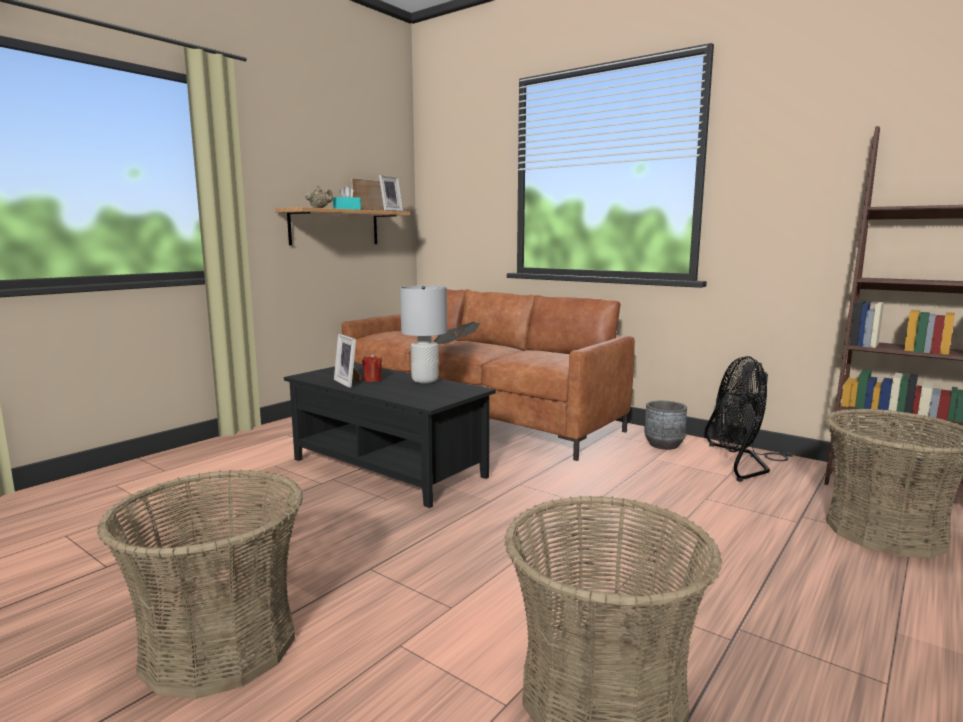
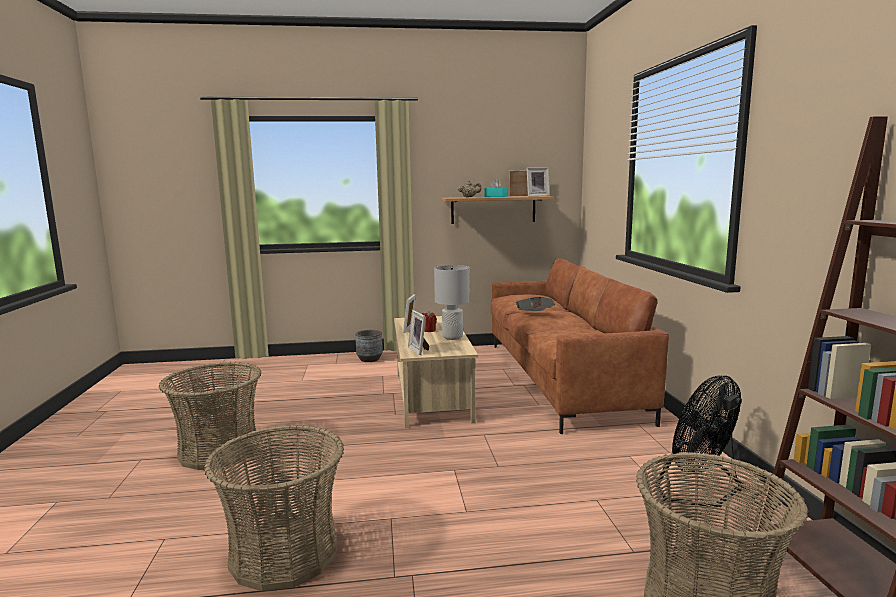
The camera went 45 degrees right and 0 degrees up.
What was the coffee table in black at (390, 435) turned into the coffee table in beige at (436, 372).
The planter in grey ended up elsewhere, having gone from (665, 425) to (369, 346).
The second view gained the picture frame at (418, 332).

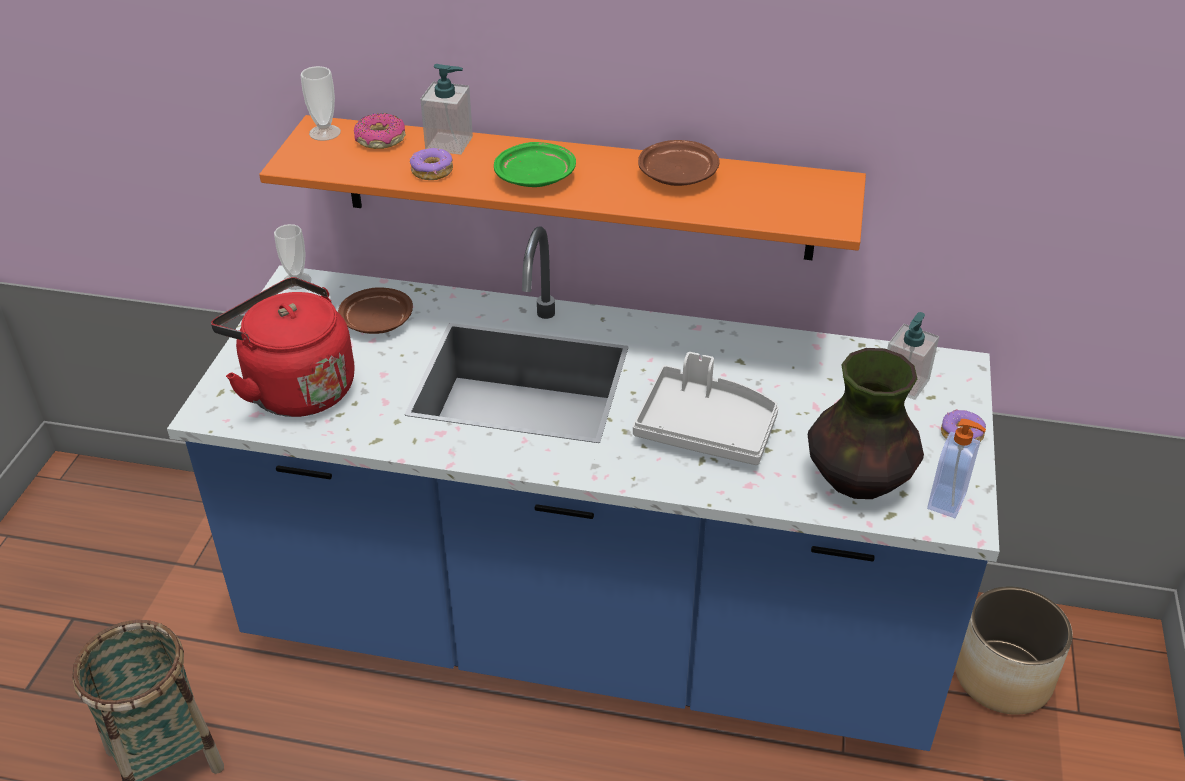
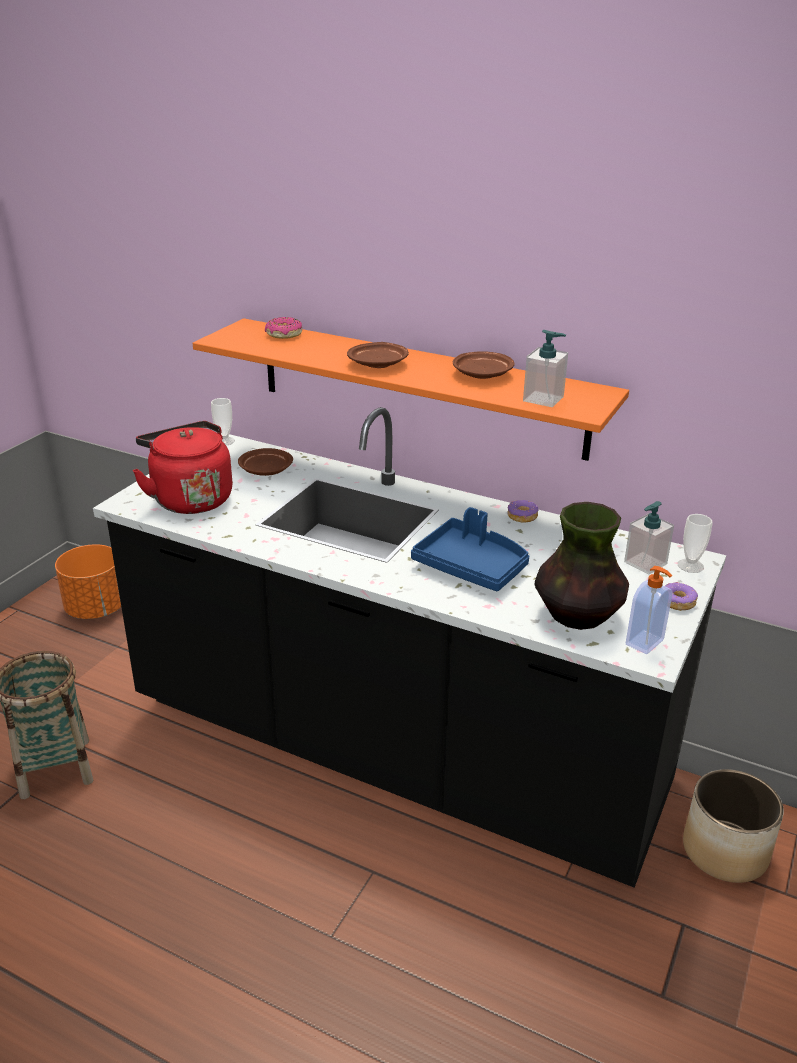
The camera went 15 degrees right and 10 degrees down.
The soap dispenser ended up elsewhere, having gone from (446, 109) to (545, 368).
The cup ended up elsewhere, having gone from (320, 103) to (695, 543).
What was the plate in green at (535, 164) turned into the plate in brown at (378, 355).
The donut ended up elsewhere, having gone from (431, 164) to (523, 511).
What was the counter in blue at (583, 488) turned into the counter in black at (409, 647).
What was the tray in grey at (706, 408) turned into the tray in blue at (470, 549).
The second view gained the planter in orange at (88, 581).

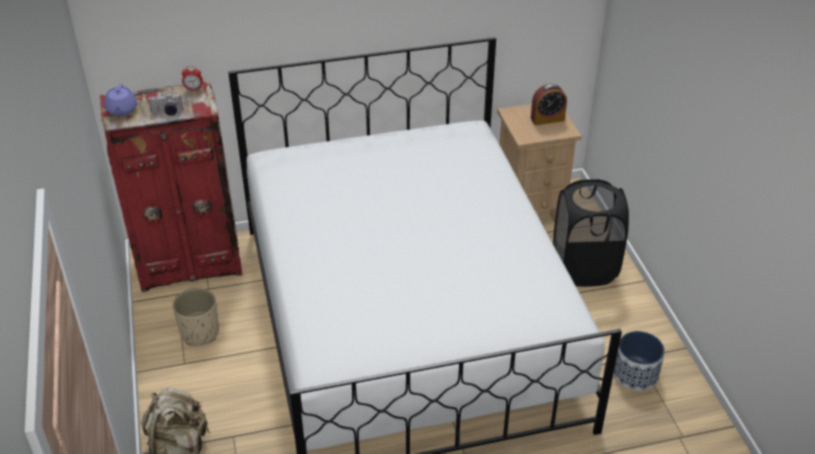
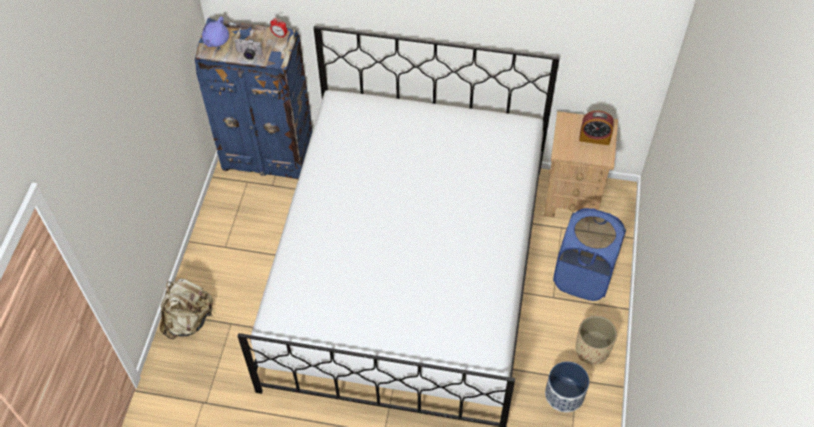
The camera went 25 degrees right and 15 degrees up.
What was the cabinet in red at (171, 186) turned into the cabinet in blue at (254, 99).
What was the laundry basket in black at (591, 233) turned into the laundry basket in blue at (589, 254).
The planter in beige ended up elsewhere, having gone from (196, 317) to (596, 339).

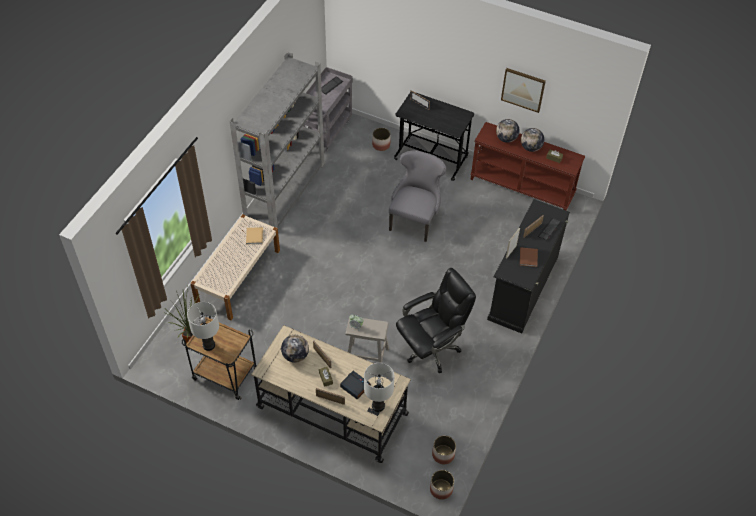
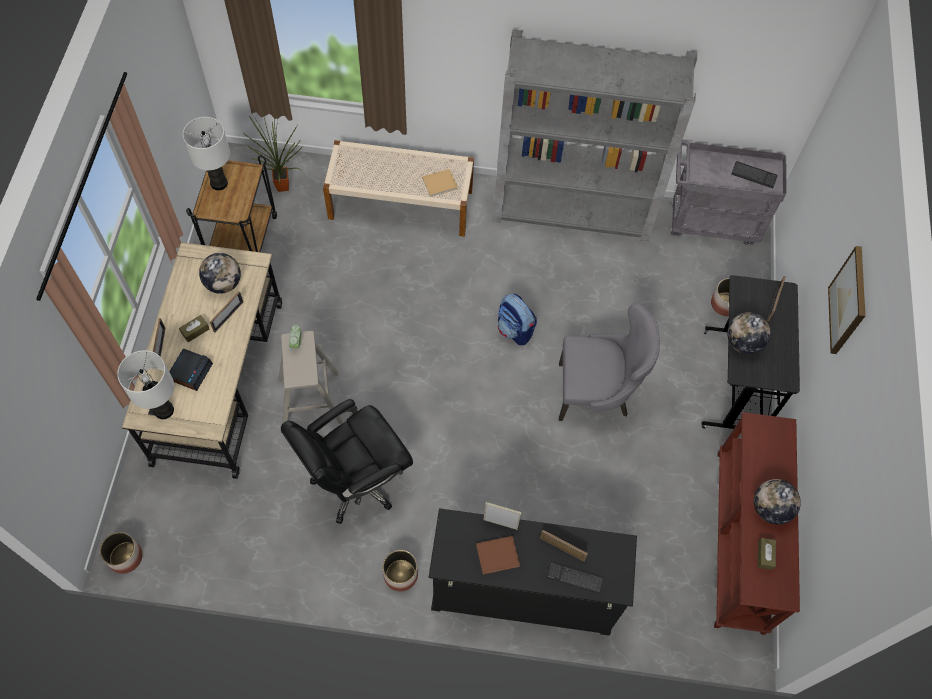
The camera went 70 degrees right and 10 degrees up.
The picture ended up elsewhere, having gone from (523, 90) to (847, 300).
The globe ended up elsewhere, having gone from (508, 131) to (749, 333).
The office chair in black at (436, 320) ended up facing another way, 105 degrees clockwise from before.
The planter ended up elsewhere, having gone from (444, 449) to (400, 570).
The second view gained the backpack at (517, 319).

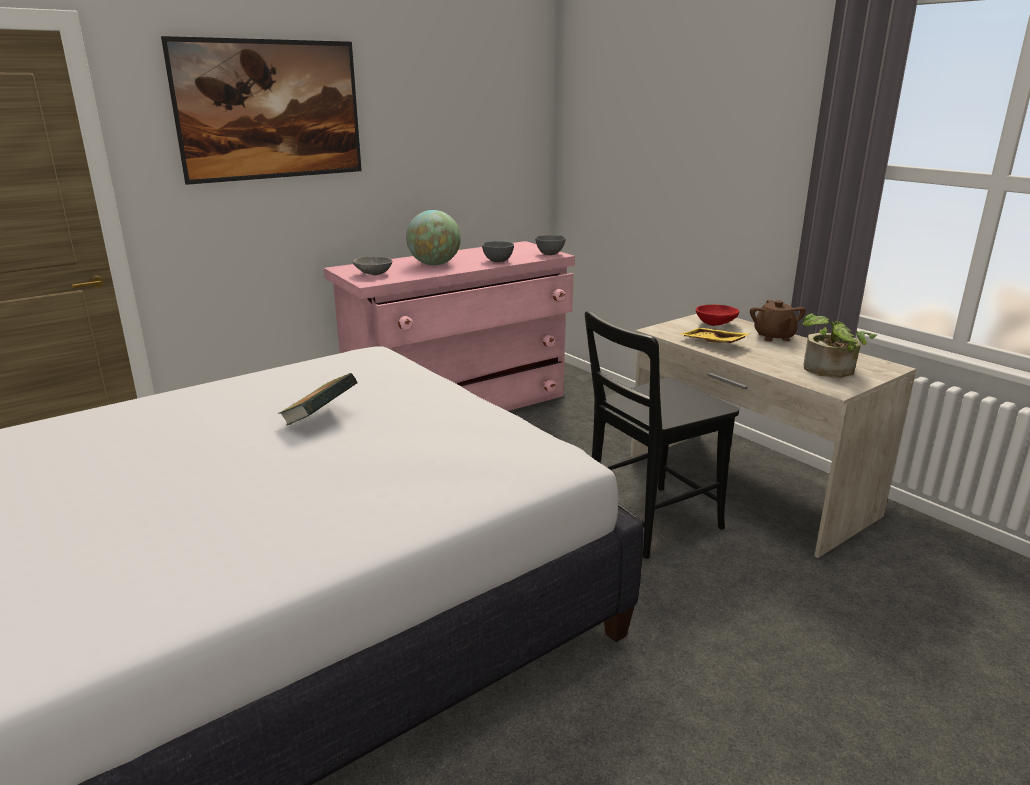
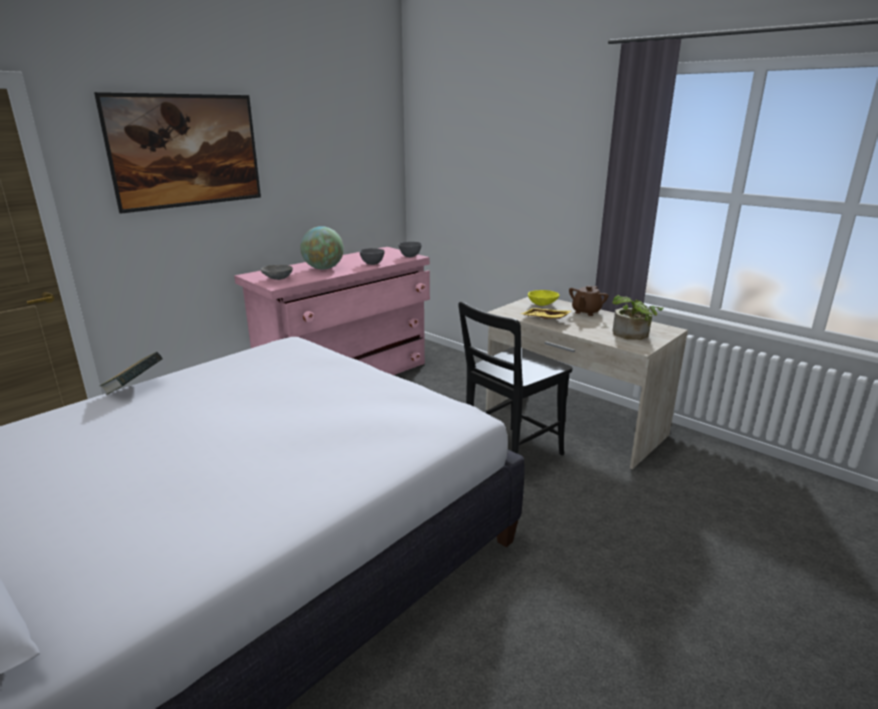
The camera went 10 degrees left and 0 degrees up.
The teapot in brown at (778, 320) ended up facing another way, 45 degrees clockwise from before.
What was the bowl in red at (717, 315) turned into the bowl in yellow at (543, 298).
The book ended up elsewhere, having gone from (318, 399) to (131, 373).

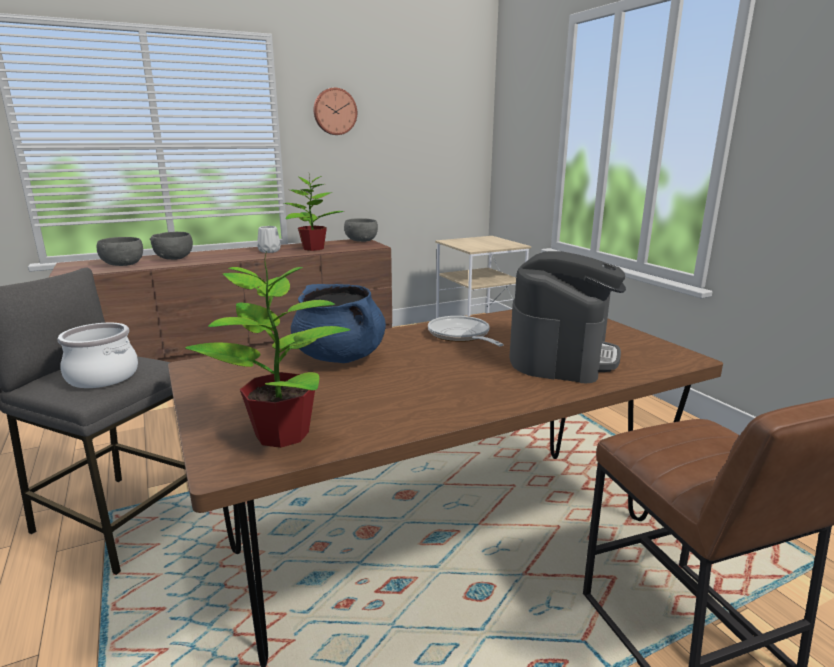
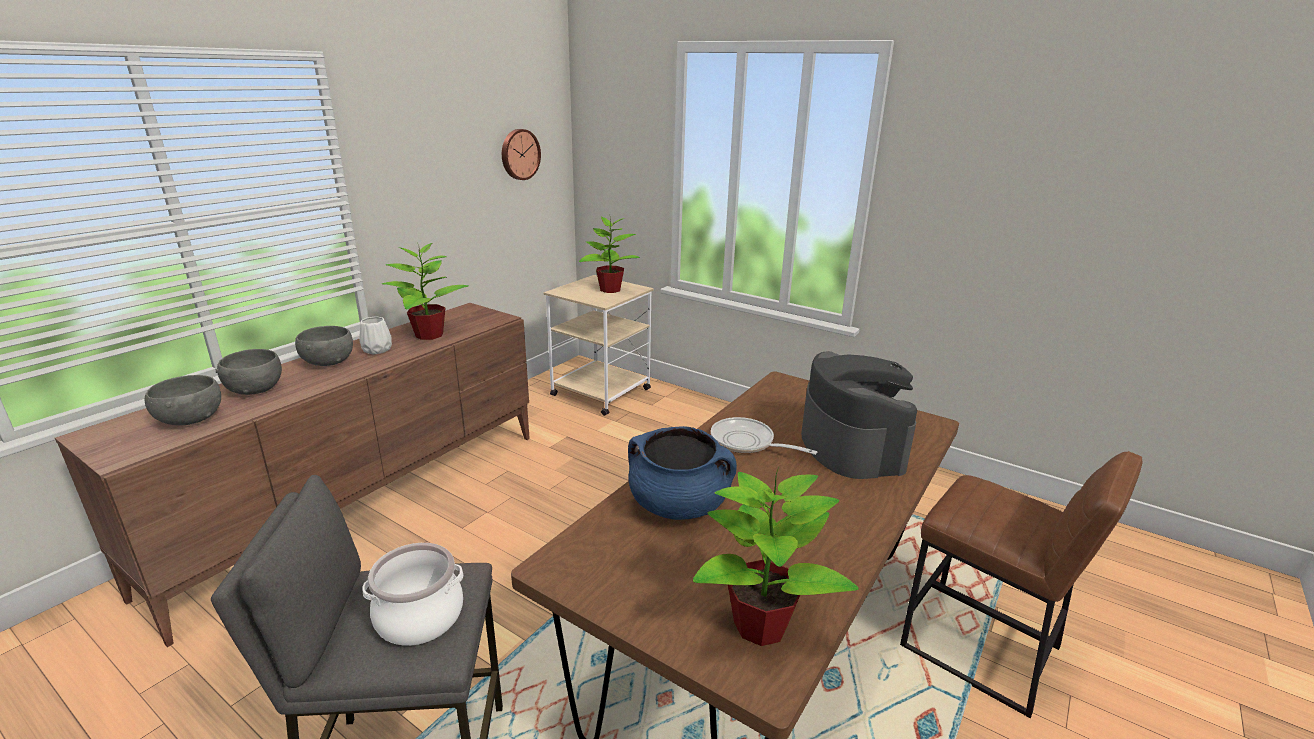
The camera went 30 degrees left and 5 degrees up.
The wall clock ended up elsewhere, having gone from (335, 111) to (521, 154).
The bowl in grey ended up elsewhere, having gone from (361, 230) to (324, 346).
The second view gained the potted plant at (609, 253).

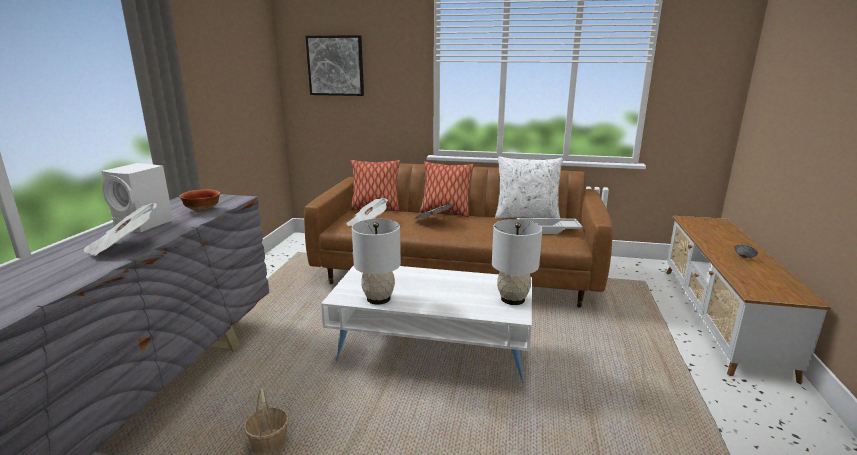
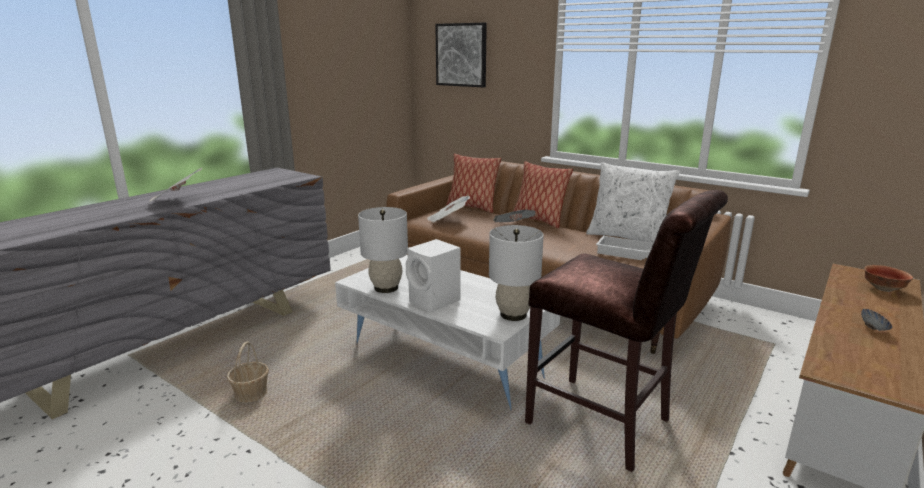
The camera went 25 degrees right and 0 degrees up.
The speaker in white ended up elsewhere, having gone from (137, 197) to (433, 275).
The bowl ended up elsewhere, having gone from (199, 200) to (888, 278).
The second view gained the stool in brown at (626, 331).

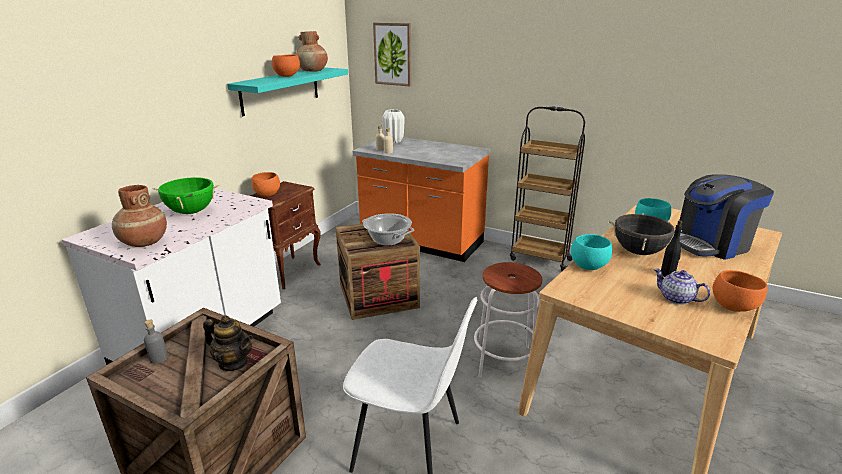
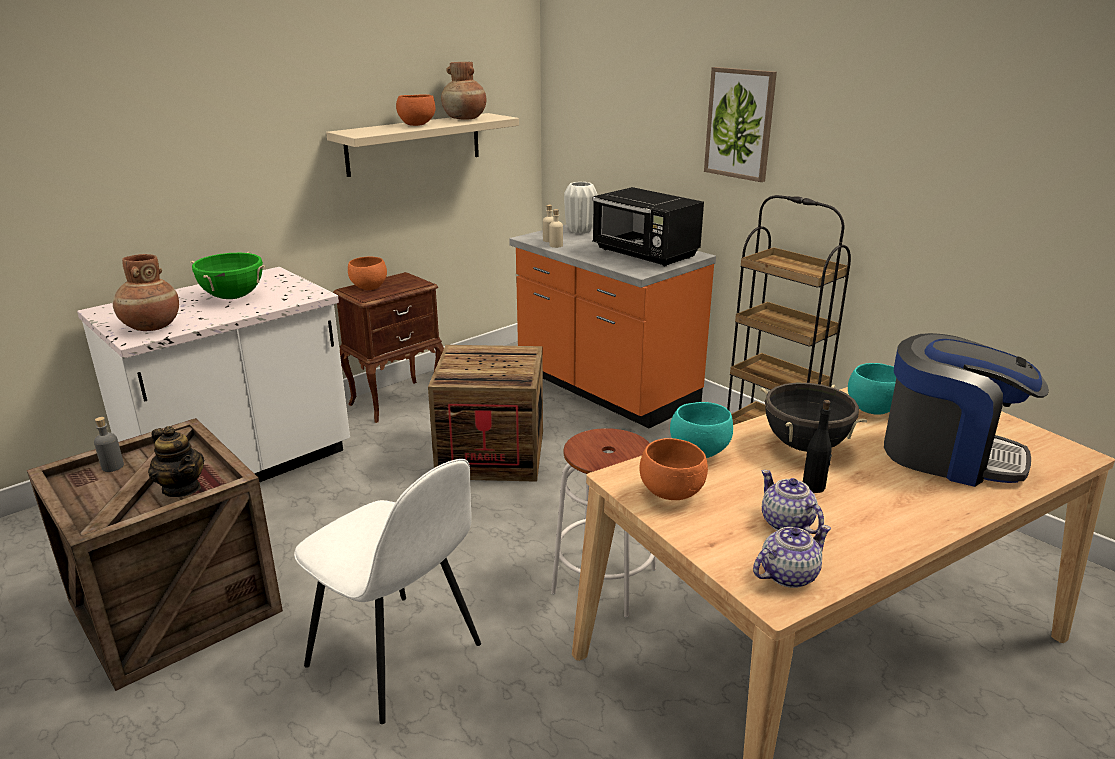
The camera went 20 degrees right and 0 degrees up.
The picture ended up elsewhere, having gone from (392, 54) to (740, 124).
What was the shelf in turquoise at (287, 91) turned into the shelf in beige at (422, 145).
The coffee machine at (723, 217) ended up facing another way, 150 degrees counterclockwise from before.
The second view lost the cooking pot at (388, 229).
The bowl in orange ended up elsewhere, having gone from (739, 291) to (673, 469).
The second view gained the microwave in black at (648, 226).
The second view gained the teapot at (792, 556).

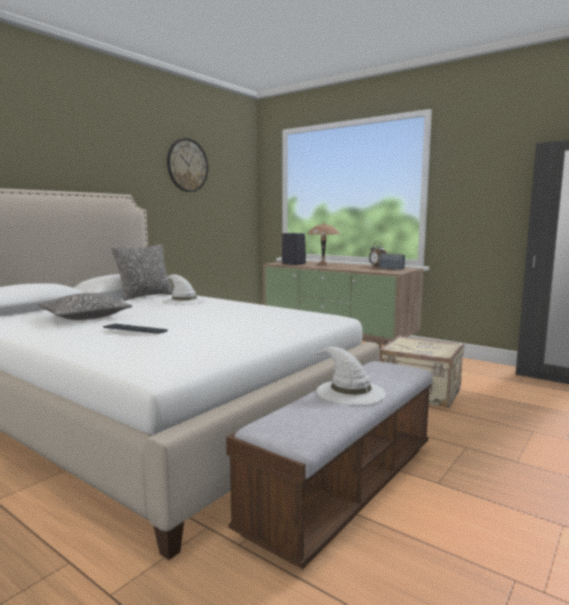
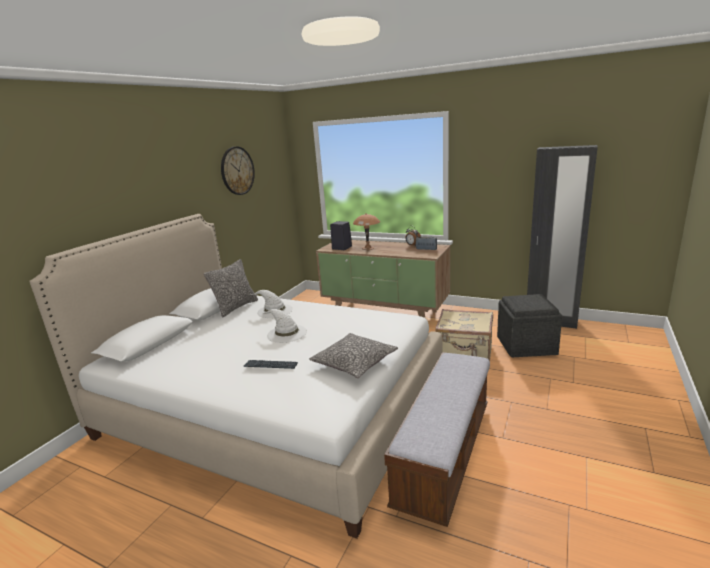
The camera went 10 degrees left and 10 degrees up.
The pillow ended up elsewhere, having gone from (85, 306) to (353, 355).
The hat in white ended up elsewhere, having gone from (348, 376) to (284, 326).
The second view gained the ottoman in grey at (529, 325).

